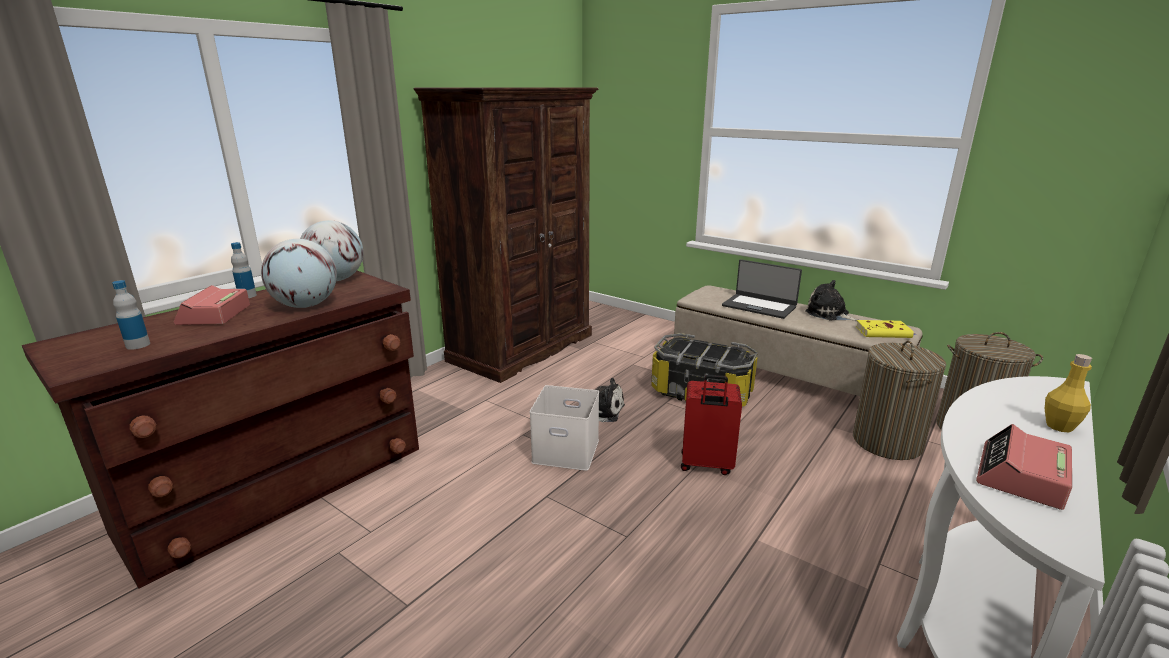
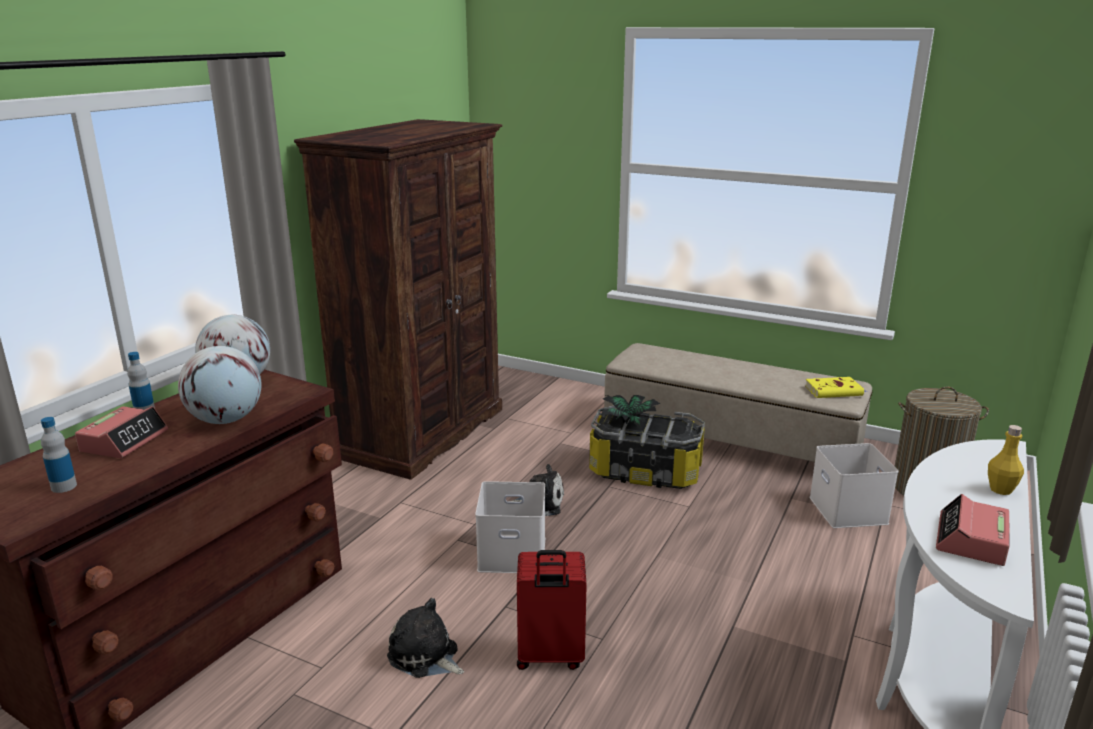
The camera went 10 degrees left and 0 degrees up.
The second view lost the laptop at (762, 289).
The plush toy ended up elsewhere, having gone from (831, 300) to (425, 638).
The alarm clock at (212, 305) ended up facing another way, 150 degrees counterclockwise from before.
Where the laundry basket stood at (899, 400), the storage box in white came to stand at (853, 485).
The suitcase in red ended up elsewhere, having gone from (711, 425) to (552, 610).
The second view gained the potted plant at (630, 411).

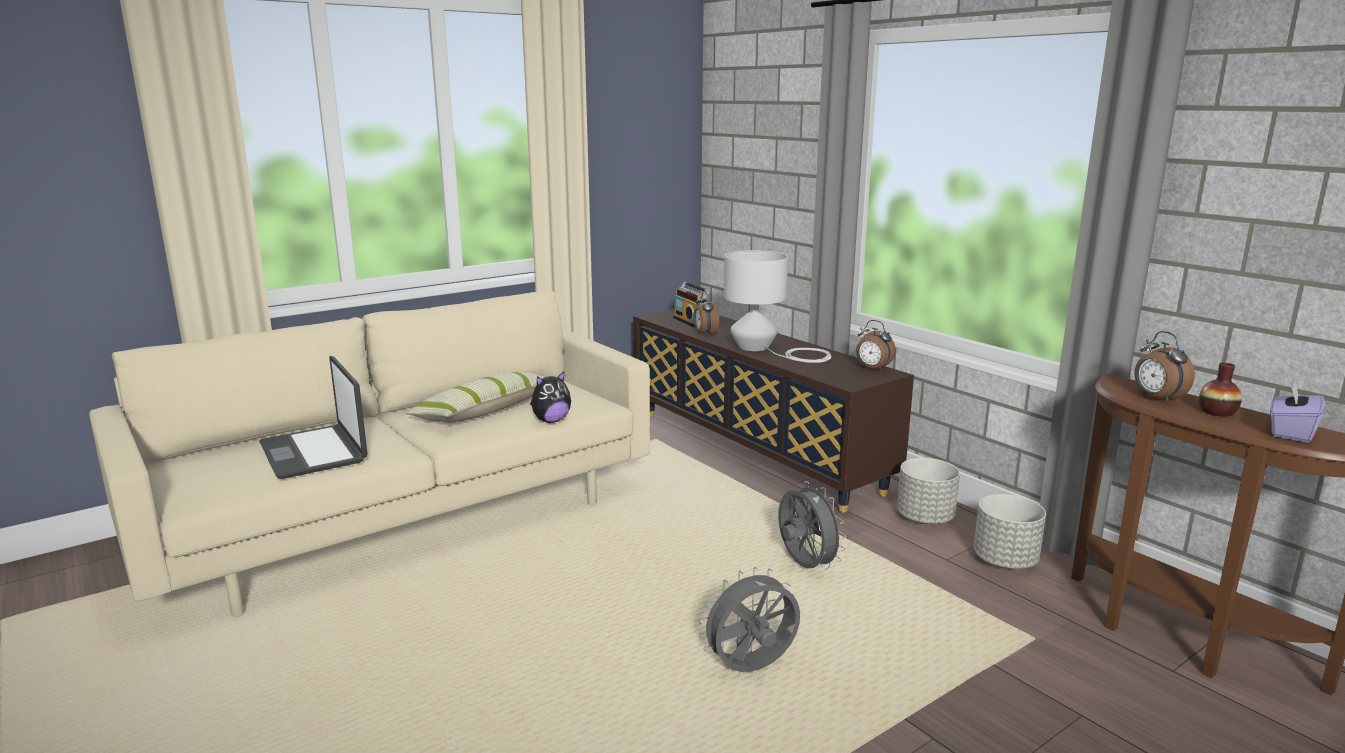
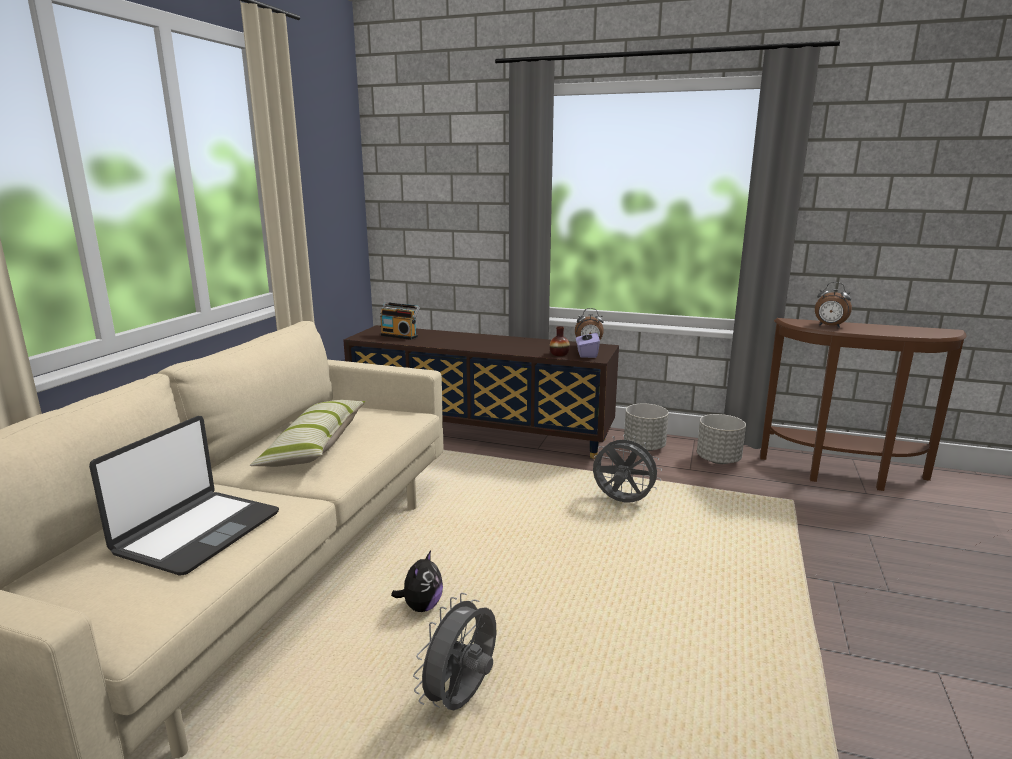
The camera went 35 degrees left and 0 degrees up.
The second view lost the table lamp in grey at (777, 306).
The second view lost the alarm clock at (706, 314).
The laptop at (313, 417) ended up facing another way, 90 degrees counterclockwise from before.
The vase ended up elsewhere, having gone from (1220, 390) to (559, 341).
The plush toy ended up elsewhere, having gone from (550, 397) to (417, 581).
The tissue box in purple ended up elsewhere, having gone from (1297, 412) to (588, 343).
The fan in grey ended up elsewhere, having gone from (749, 619) to (454, 651).

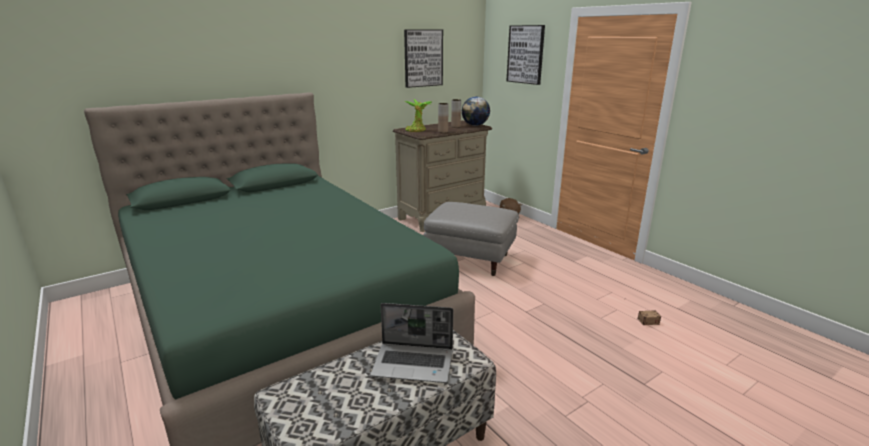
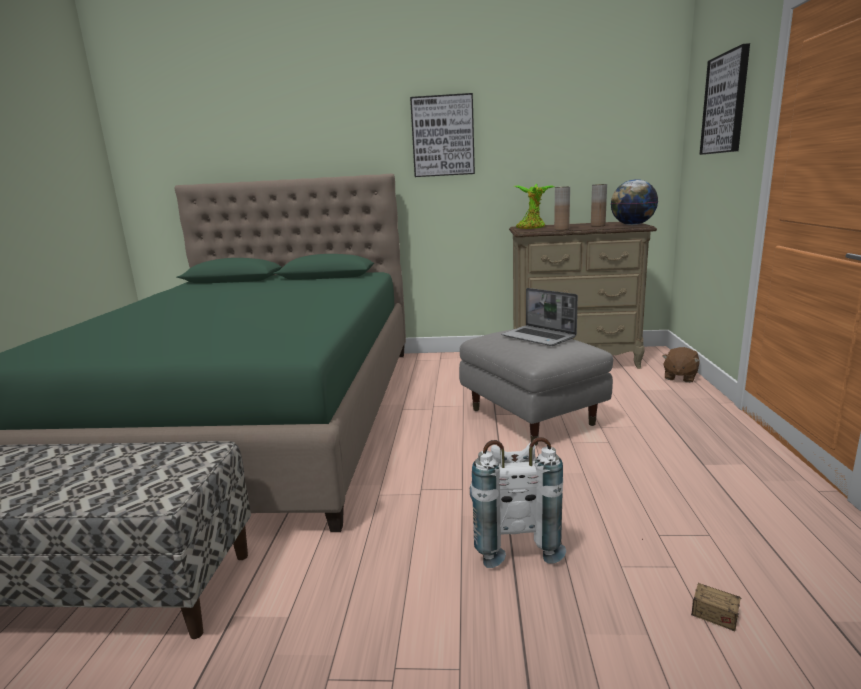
The camera went 40 degrees right and 5 degrees down.
The picture ended up elsewhere, having gone from (423, 58) to (442, 135).
The laptop ended up elsewhere, having gone from (412, 343) to (540, 317).
The second view gained the backpack in white at (518, 502).

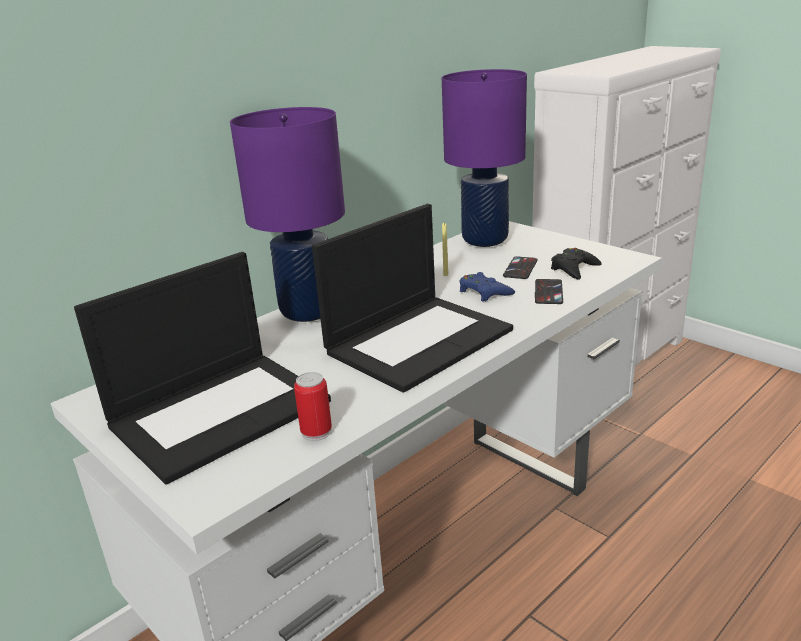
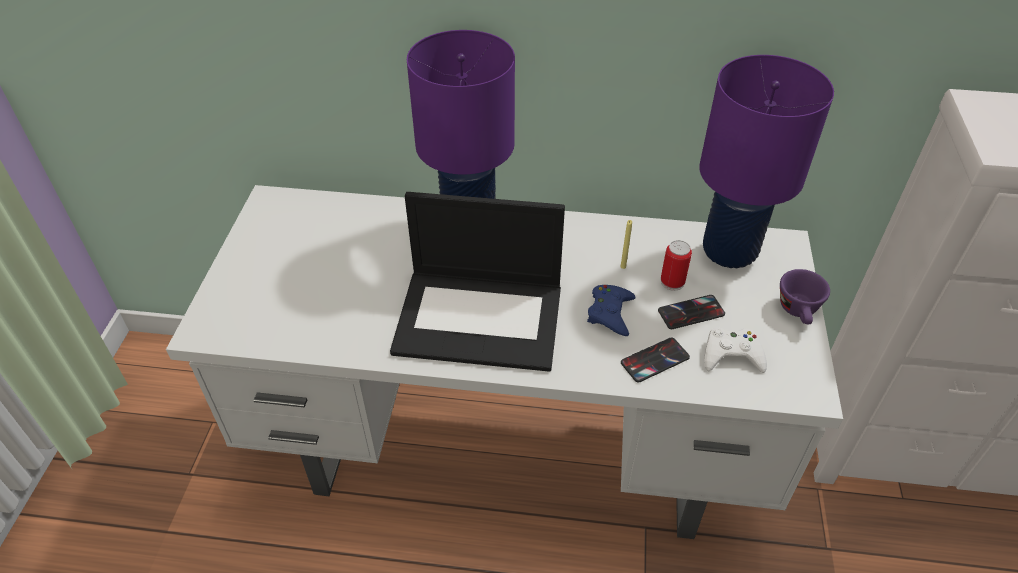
The camera went 50 degrees right and 20 degrees up.
What was the game controller in black at (576, 264) turned into the game controller in white at (735, 350).
The second view lost the laptop at (202, 368).
The can ended up elsewhere, having gone from (313, 406) to (676, 265).
The second view gained the cup in purple at (805, 296).

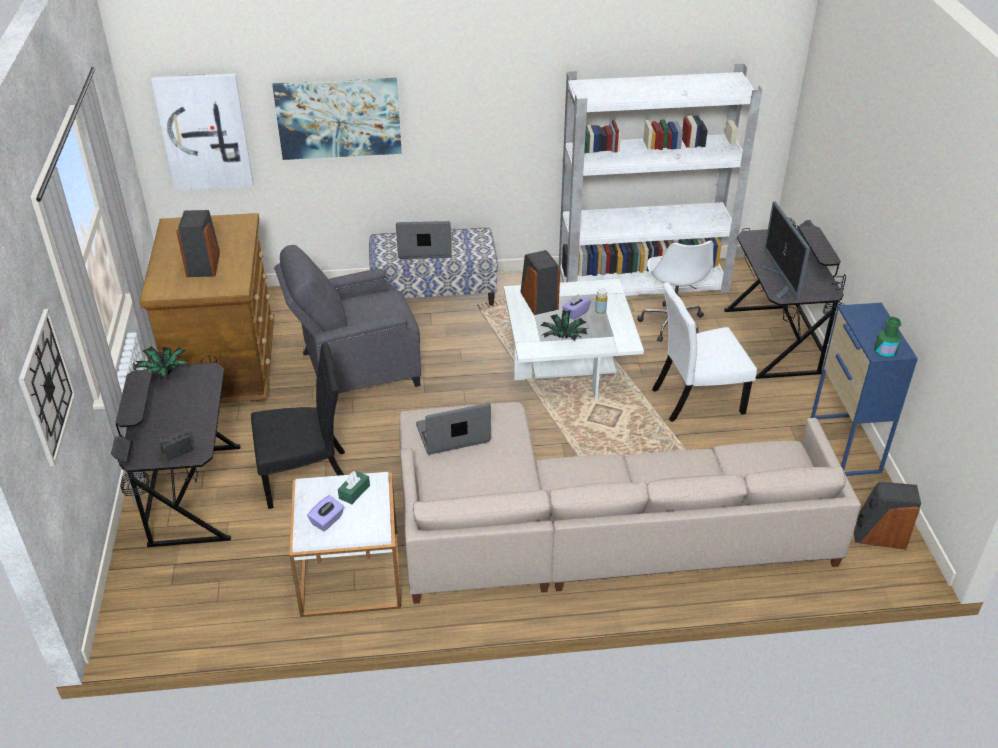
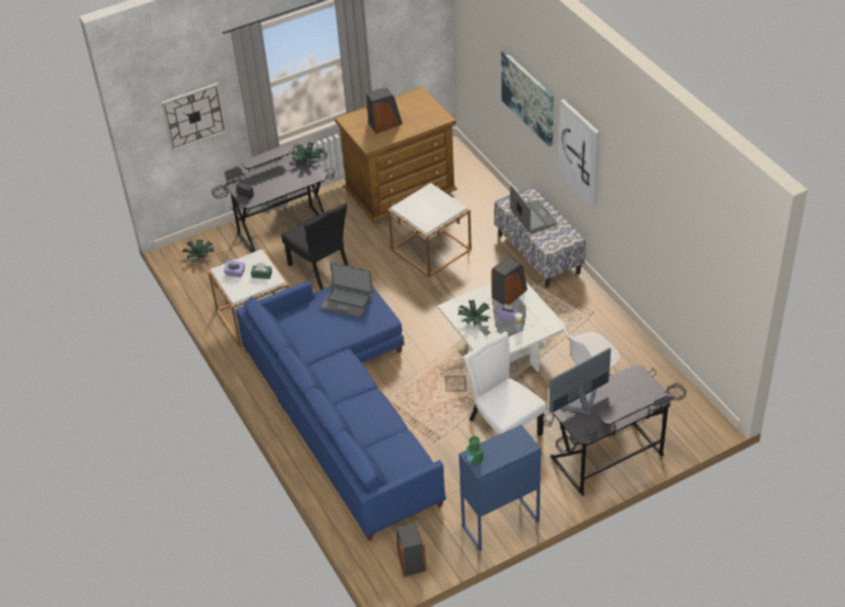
The camera went 70 degrees right and 5 degrees up.
The second view lost the bookcase in white at (660, 180).
The picture ended up elsewhere, having gone from (202, 132) to (578, 153).
Where the armchair in grey stood at (347, 319), the side table in white came to stand at (430, 230).
What was the sofa in beige at (630, 503) turned into the sofa in blue at (340, 410).
The laptop at (453, 429) ended up facing another way, 150 degrees clockwise from before.
The second view gained the potted plant at (198, 252).

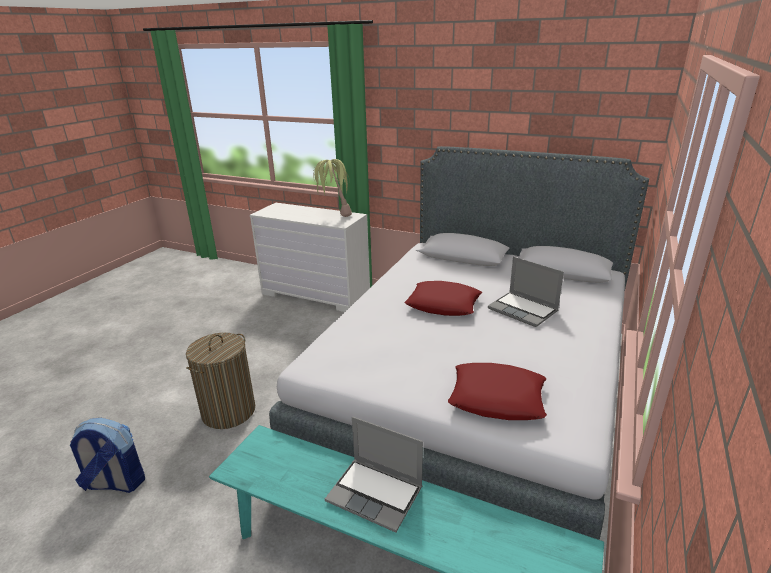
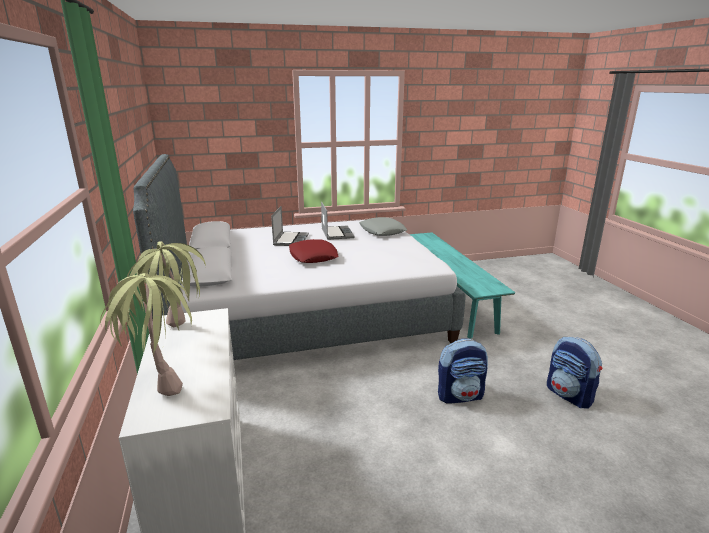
The camera went 130 degrees left and 5 degrees down.
Where the laundry basket stood at (220, 381), the backpack came to stand at (463, 371).
What was the pillow in red at (497, 391) turned into the pillow in grey at (383, 226).
The laptop ended up elsewhere, having gone from (374, 475) to (338, 221).
The second view gained the potted plant at (146, 334).

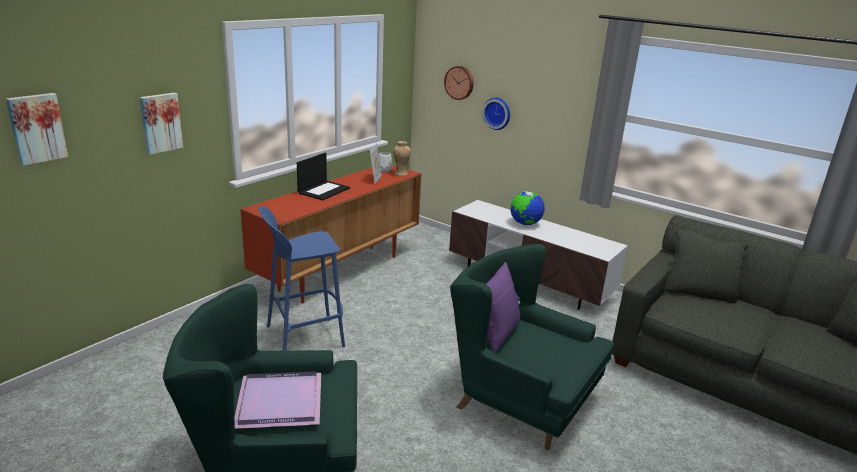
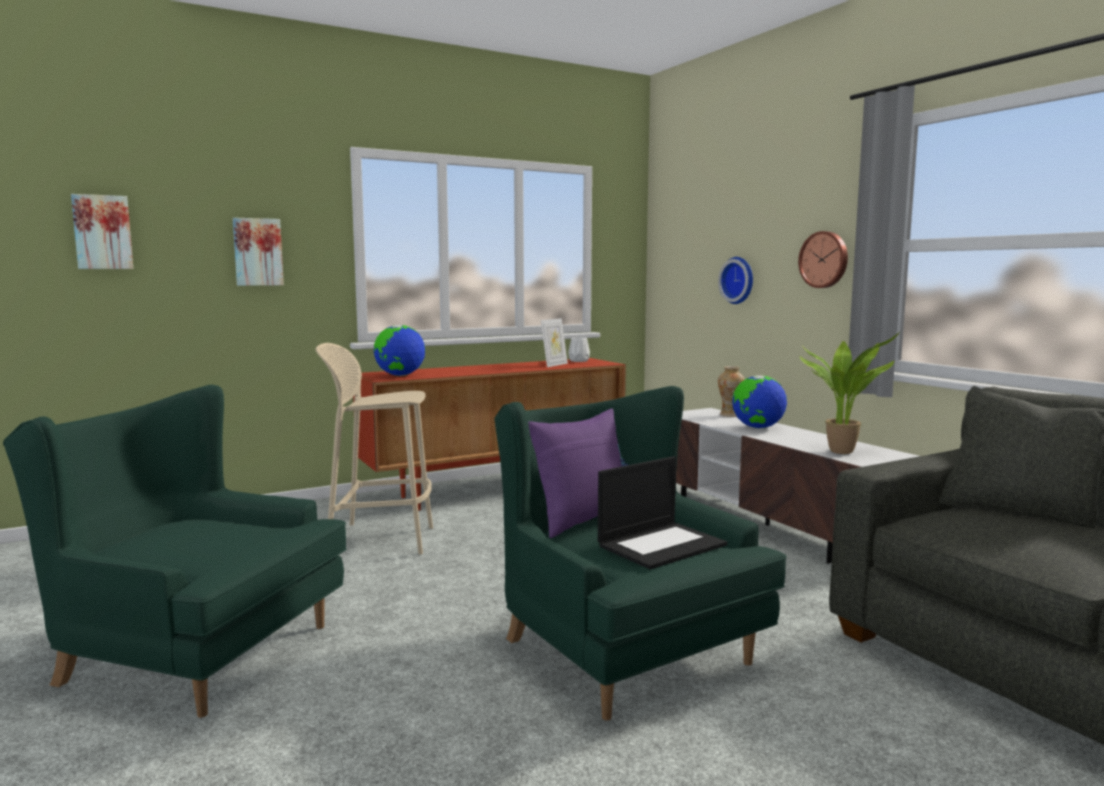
The camera went 25 degrees right and 15 degrees down.
The wall clock ended up elsewhere, having gone from (458, 83) to (823, 259).
The vase ended up elsewhere, having gone from (402, 158) to (731, 391).
The laptop ended up elsewhere, having gone from (323, 176) to (662, 513).
What was the stool in blue at (301, 278) turned into the stool in beige at (374, 449).
The second view lost the tray in purple at (278, 400).
The second view gained the globe at (399, 350).
The second view gained the potted plant at (850, 393).

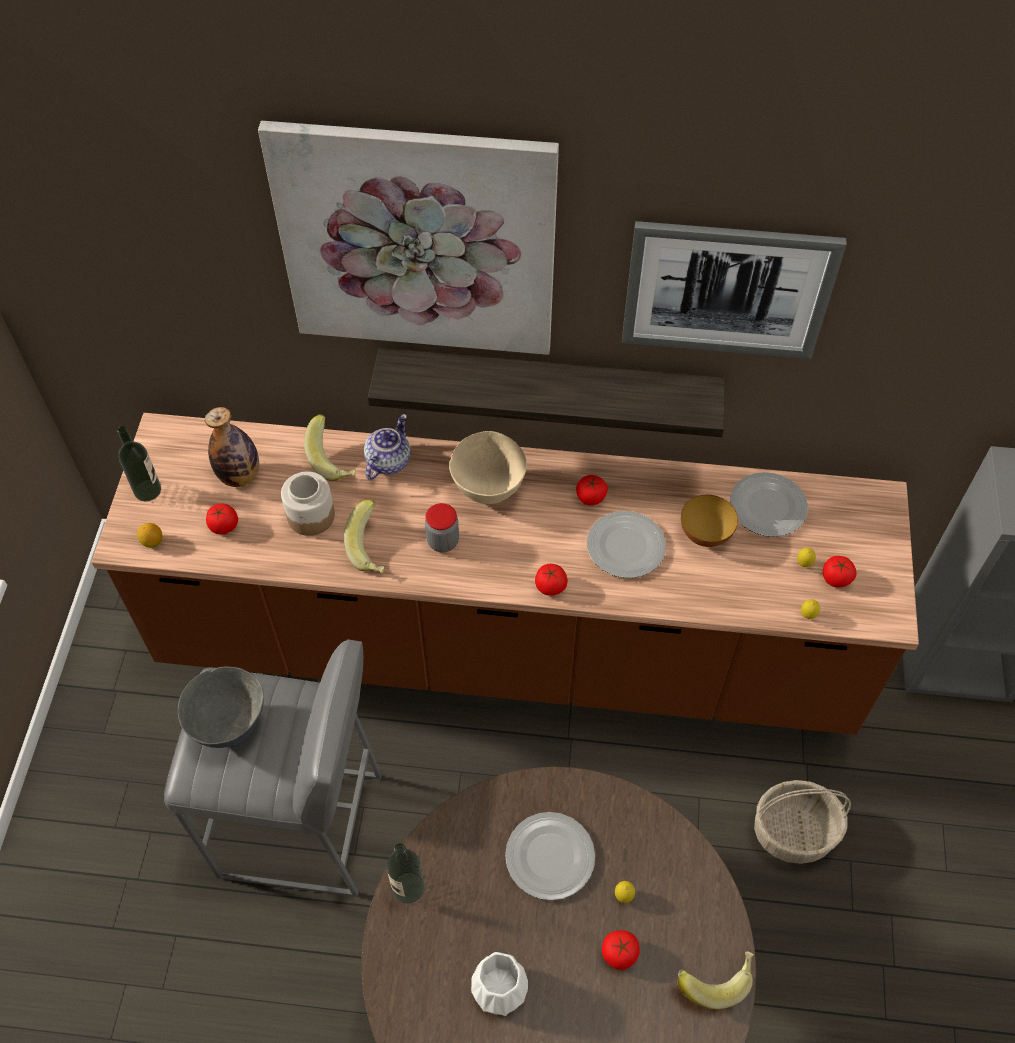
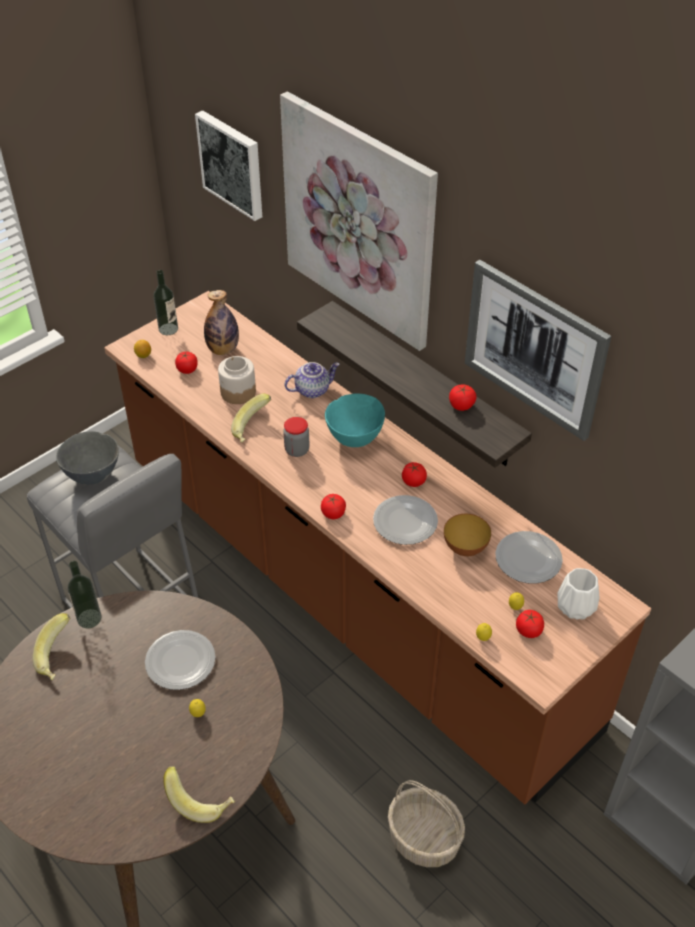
The camera went 40 degrees right and 10 degrees down.
The banana ended up elsewhere, having gone from (329, 447) to (51, 646).
What was the bowl in beige at (488, 467) turned into the bowl in turquoise at (355, 420).
The tomato ended up elsewhere, having gone from (620, 950) to (463, 397).
The vase in white ended up elsewhere, having gone from (499, 984) to (578, 594).
The second view gained the picture at (228, 165).

